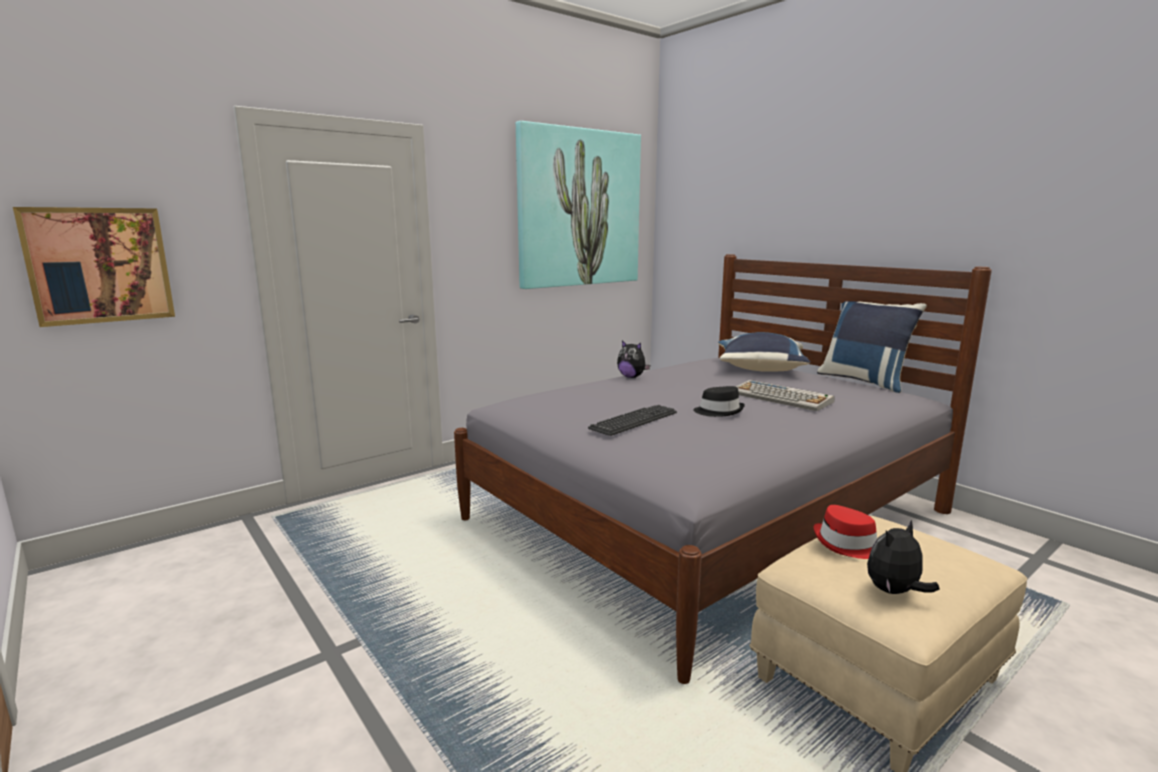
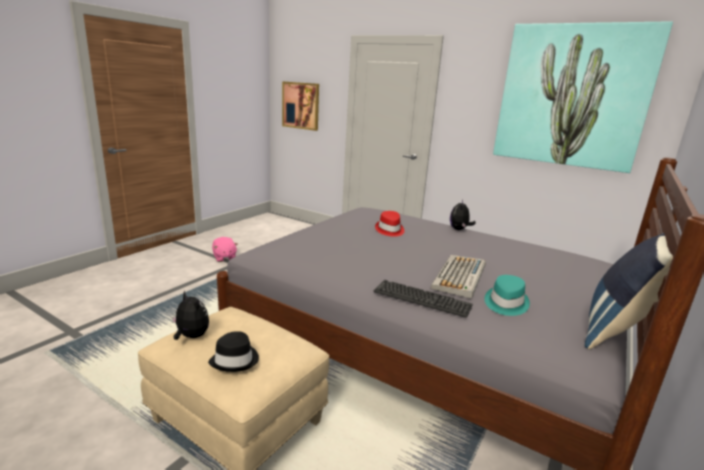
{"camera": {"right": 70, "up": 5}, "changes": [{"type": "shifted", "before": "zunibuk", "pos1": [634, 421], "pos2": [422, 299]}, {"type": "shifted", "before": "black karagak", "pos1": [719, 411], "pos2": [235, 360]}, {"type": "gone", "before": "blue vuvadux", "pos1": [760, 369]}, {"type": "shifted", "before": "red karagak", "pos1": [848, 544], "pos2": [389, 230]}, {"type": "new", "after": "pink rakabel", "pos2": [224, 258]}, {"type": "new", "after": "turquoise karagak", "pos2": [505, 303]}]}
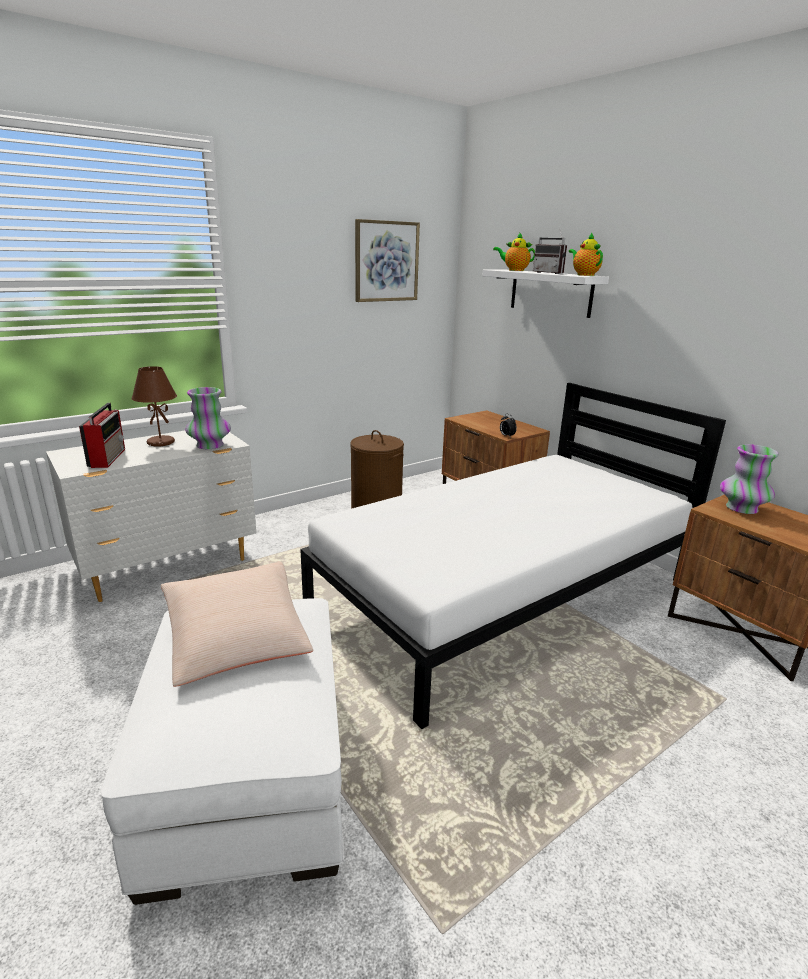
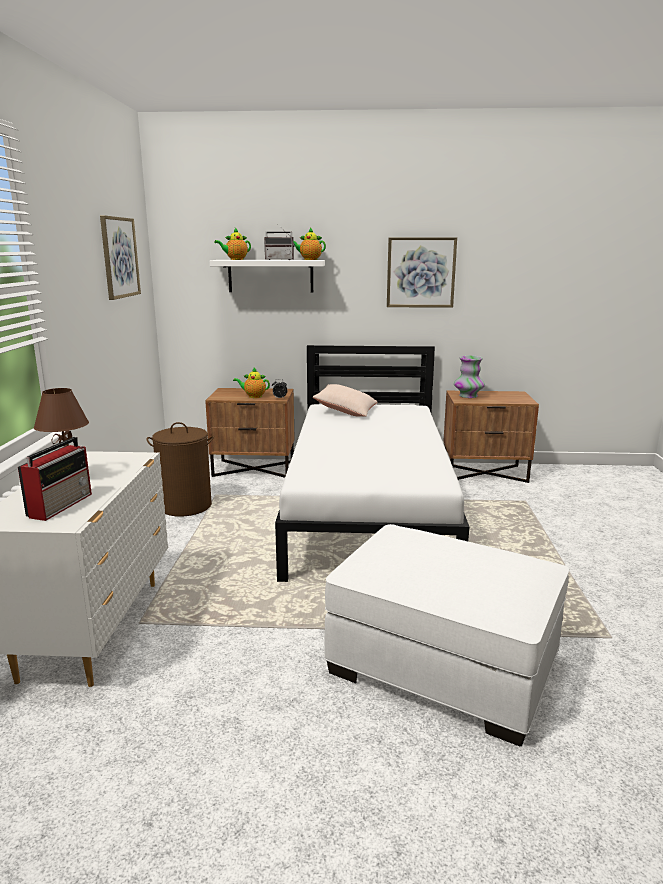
{"camera": {"right": -50, "up": -5}, "changes": [{"type": "rotated", "before": "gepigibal", "pos1": [108, 457], "pos2": [61, 505], "turn": 75}, {"type": "shifted", "before": "beige vuvadux", "pos1": [236, 638], "pos2": [346, 411]}, {"type": "gone", "before": "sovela", "pos1": [210, 445]}, {"type": "new", "after": "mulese", "pos2": [253, 396]}, {"type": "new", "after": "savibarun", "pos2": [421, 272]}]}
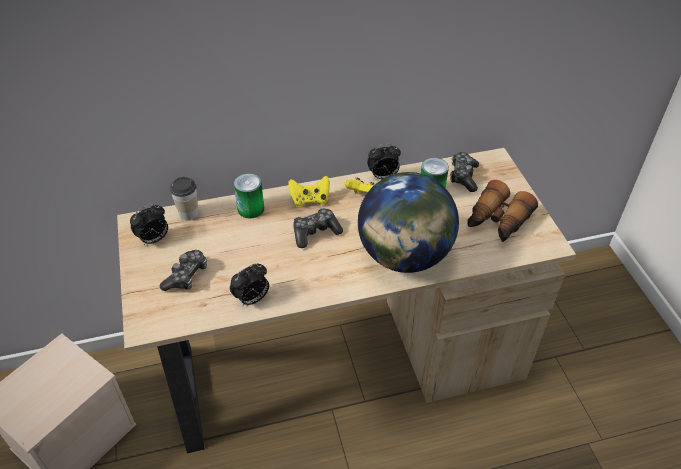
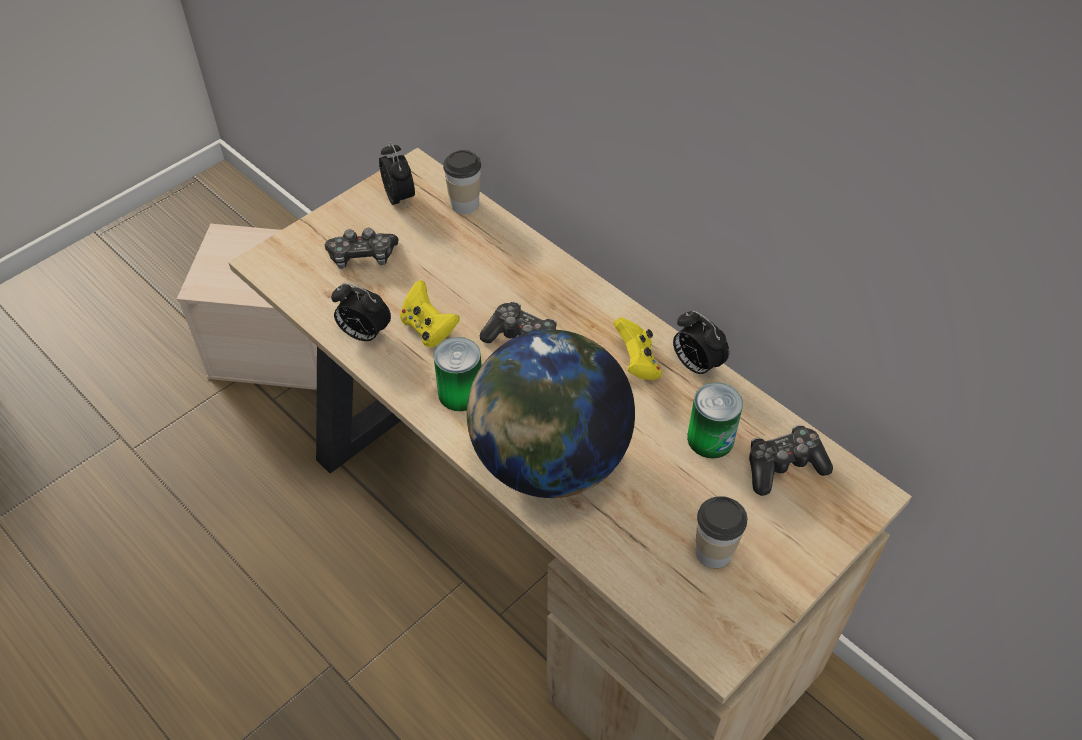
{"camera": {"right": 60, "up": 5}, "changes": [{"type": "rotated", "before": "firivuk", "pos1": [153, 239], "pos2": [400, 198], "turn": -135}, {"type": "shifted", "before": "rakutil", "pos1": [251, 209], "pos2": [460, 393]}, {"type": "shifted", "before": "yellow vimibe", "pos1": [310, 200], "pos2": [428, 328]}, {"type": "swapped", "before": "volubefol", "after": "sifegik", "pos1": [497, 221], "pos2": [713, 552]}]}
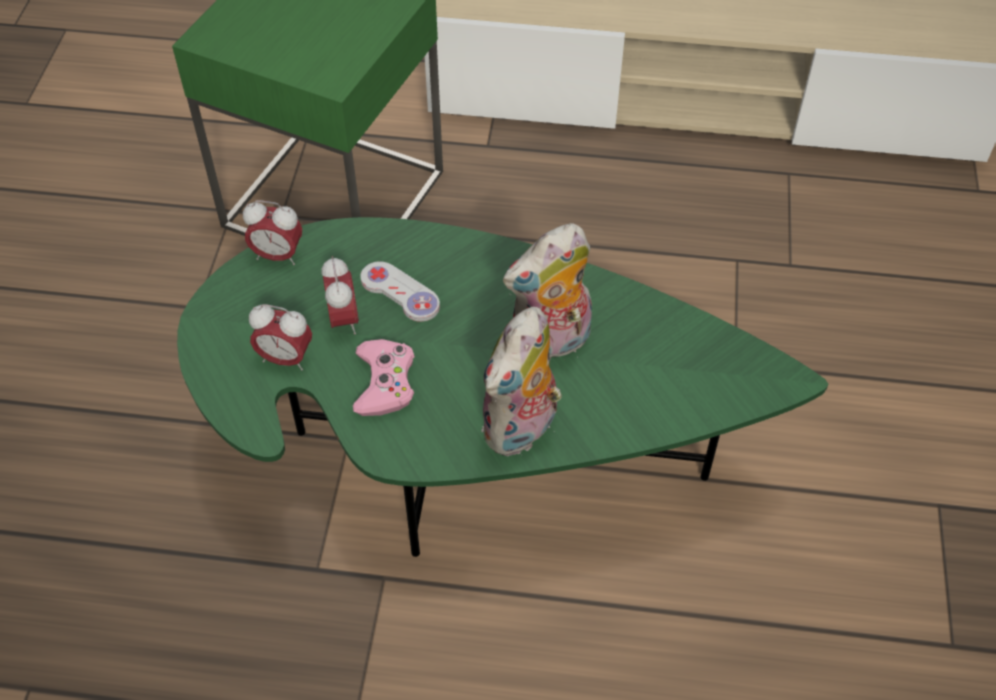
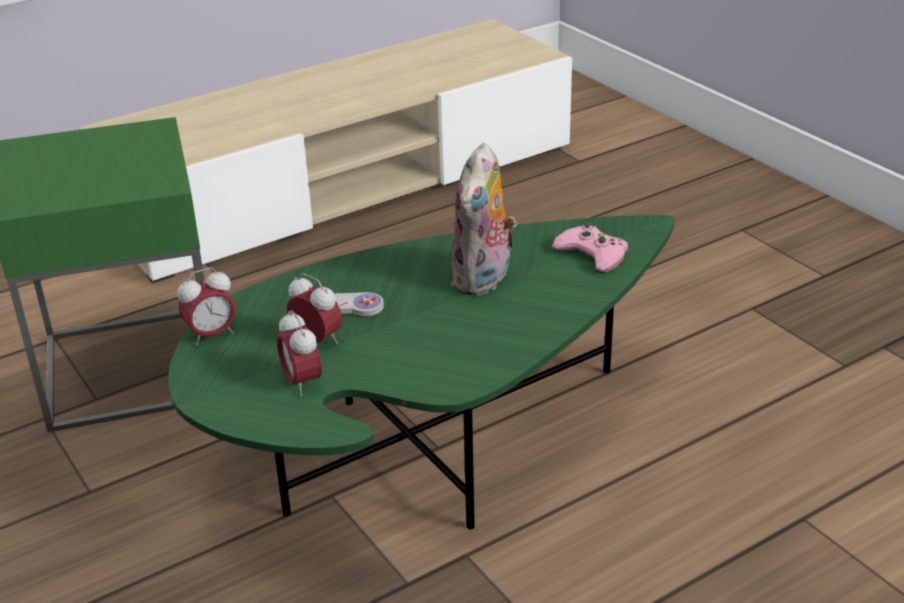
{"camera": {"right": -40, "up": -20}, "changes": [{"type": "rotated", "before": "firivuk", "pos1": [285, 359], "pos2": [302, 382], "turn": 90}, {"type": "shifted", "before": "pink vimibe", "pos1": [385, 382], "pos2": [592, 254]}, {"type": "gone", "before": "rakabel", "pos1": [522, 429]}]}
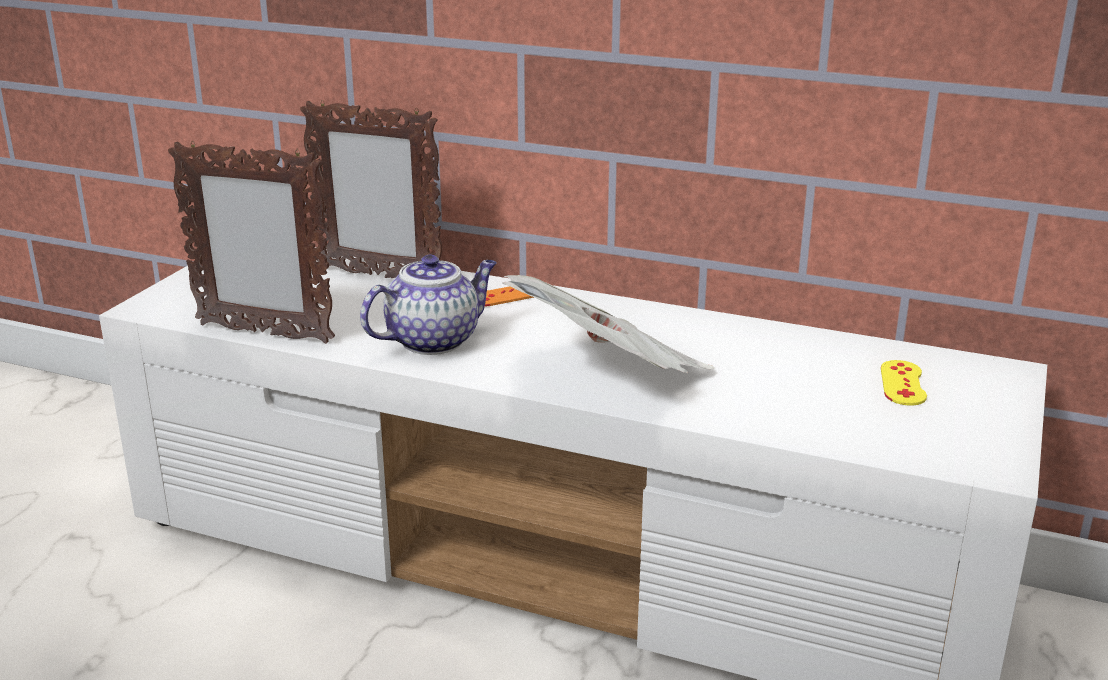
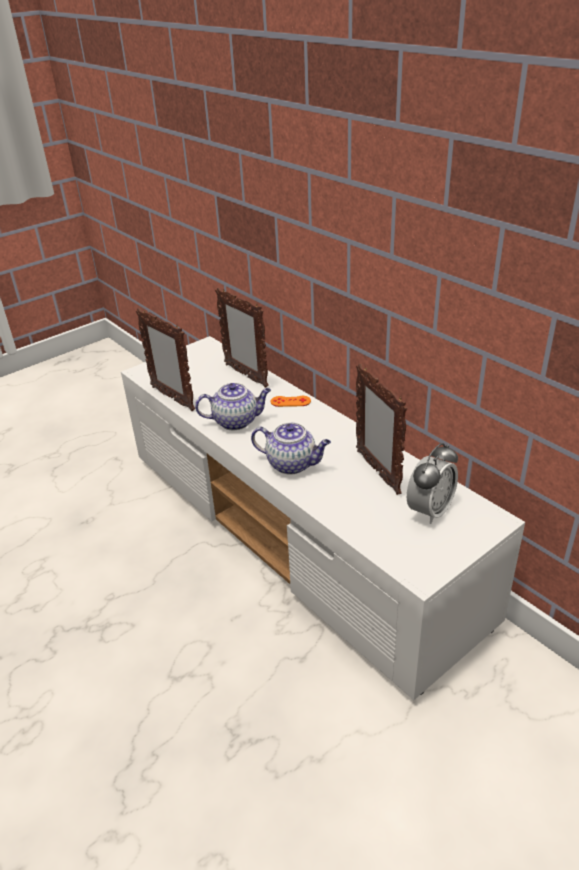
{"camera": {"right": 30, "up": 10}, "changes": [{"type": "swapped", "before": "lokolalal", "after": "mulese", "pos1": [609, 376], "pos2": [292, 464]}, {"type": "swapped", "before": "yellow vimibe", "after": "firivuk", "pos1": [903, 383], "pos2": [430, 510]}, {"type": "new", "after": "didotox", "pos2": [377, 472]}]}
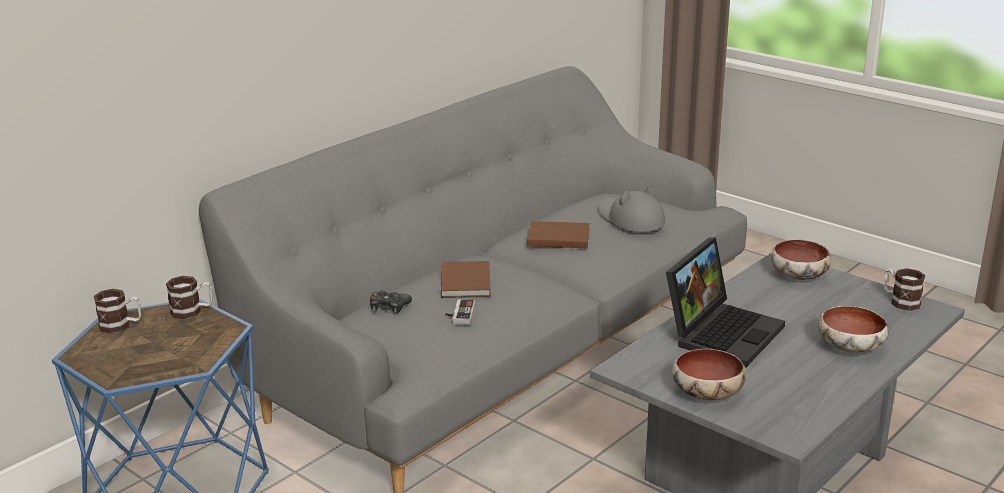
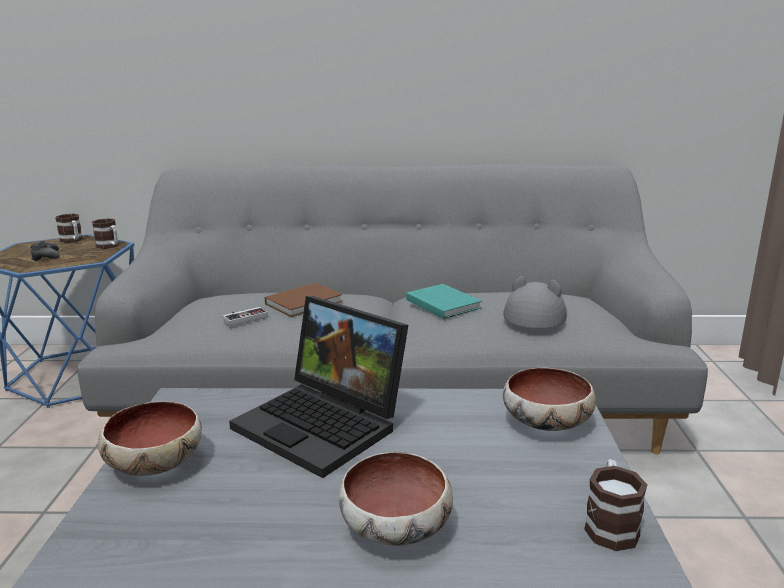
{"camera": {"right": 50, "up": -5}, "changes": [{"type": "shifted", "before": "black vimibe", "pos1": [389, 306], "pos2": [46, 257]}, {"type": "repainted", "before": "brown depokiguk", "after": "turquoise depokiguk", "pos1": [557, 237], "pos2": [442, 303]}, {"type": "rotated", "before": "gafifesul", "pos1": [722, 332], "pos2": [325, 424], "turn": 45}]}
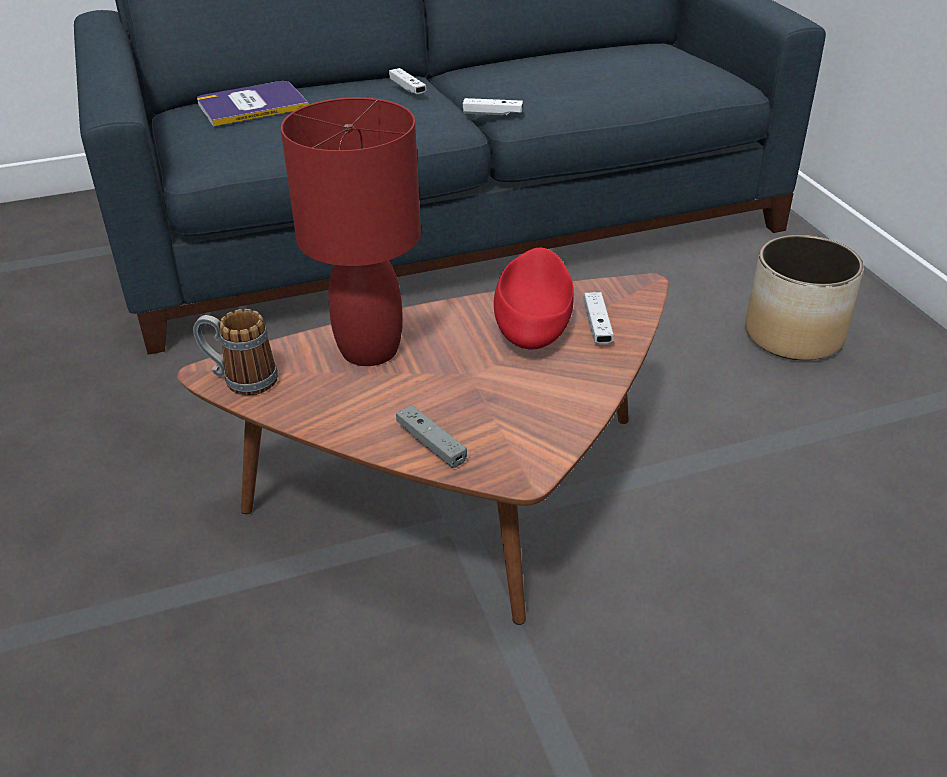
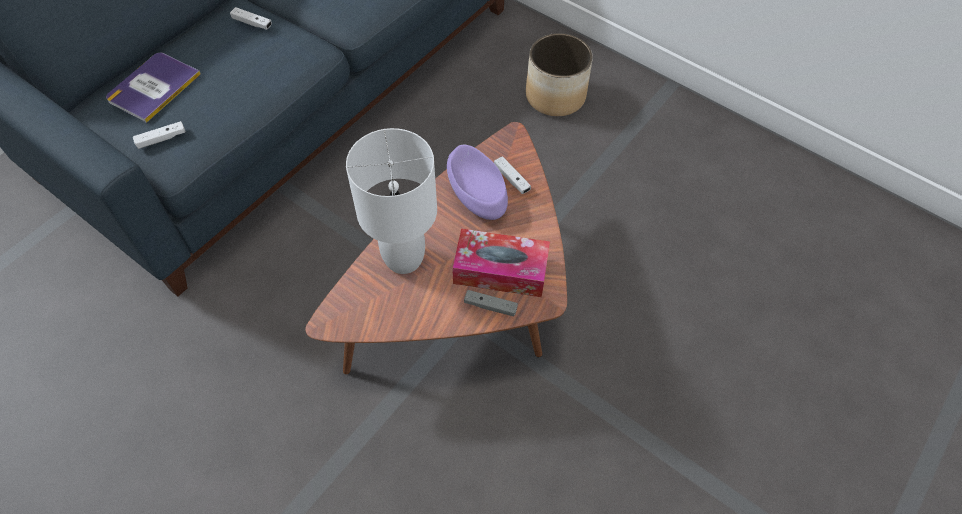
{"camera": {"right": -35, "up": 20}, "changes": [{"type": "gone", "before": "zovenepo", "pos1": [240, 379]}, {"type": "repainted", "before": "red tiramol", "after": "white tiramol", "pos1": [369, 349], "pos2": [403, 258]}, {"type": "shifted", "before": "white vimibe", "pos1": [492, 113], "pos2": [161, 139]}, {"type": "repainted", "before": "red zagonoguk", "after": "purple zagonoguk", "pos1": [532, 322], "pos2": [476, 193]}, {"type": "new", "after": "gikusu", "pos2": [500, 270]}]}
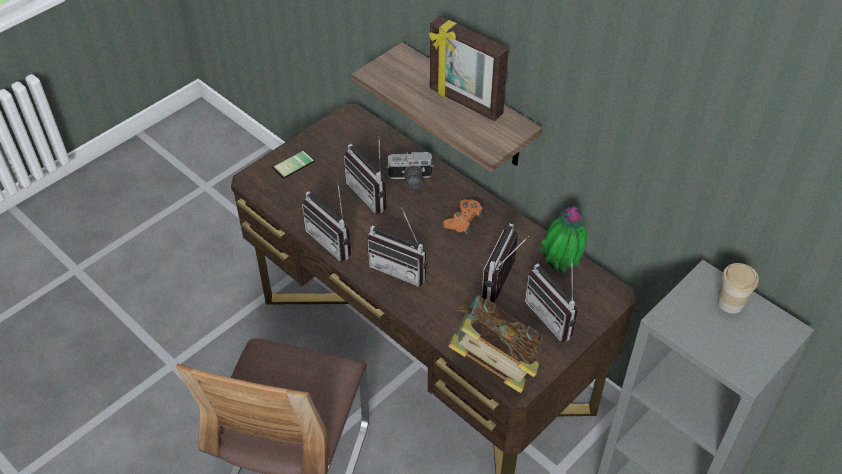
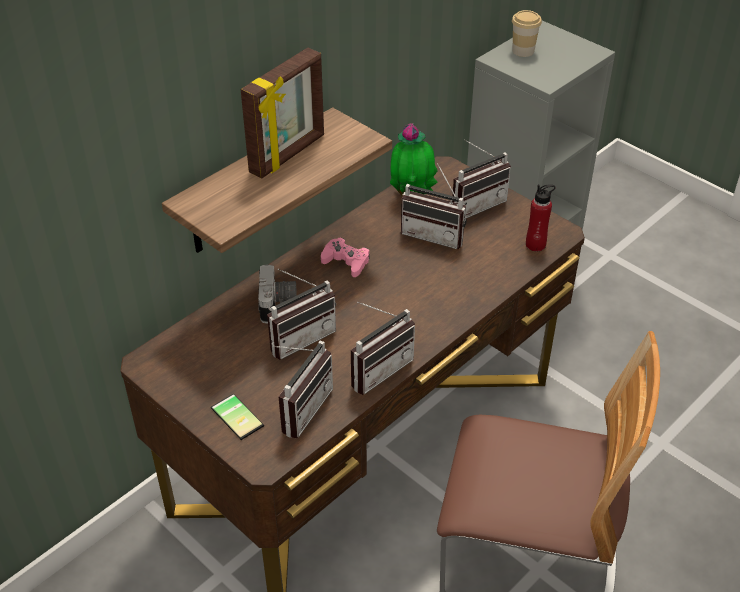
{"camera": {"right": -90, "up": -5}, "changes": [{"type": "shifted", "before": "gepigibal", "pos1": [401, 268], "pos2": [300, 407]}, {"type": "repainted", "before": "orange vimibe", "after": "pink vimibe", "pos1": [463, 220], "pos2": [346, 261]}, {"type": "swapped", "before": "depokiguk", "after": "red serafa", "pos1": [494, 362], "pos2": [535, 245]}]}
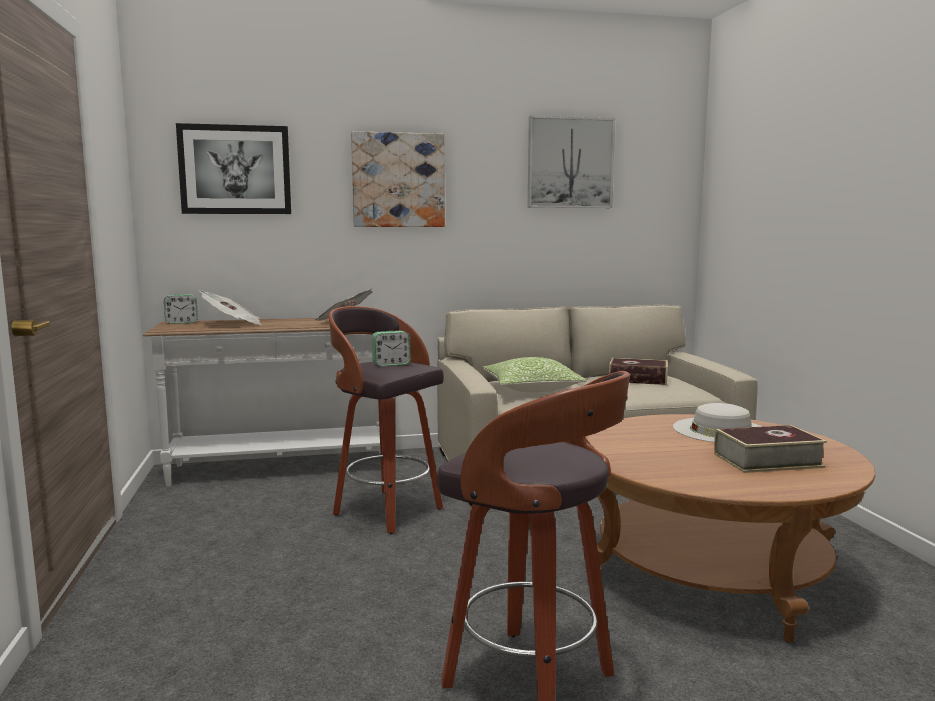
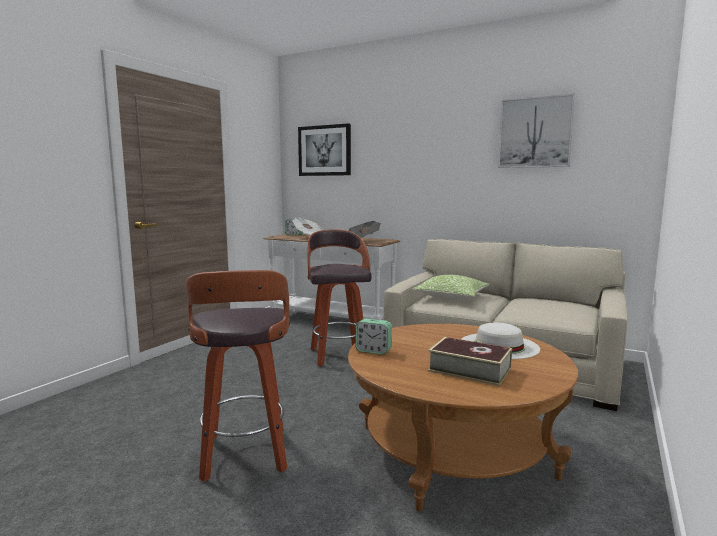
{"camera": {"right": 40, "up": 0}, "changes": [{"type": "gone", "before": "savibarun", "pos1": [398, 180]}, {"type": "shifted", "before": "firivuk", "pos1": [391, 364], "pos2": [373, 351]}, {"type": "gone", "before": "depokiguk", "pos1": [638, 379]}]}
